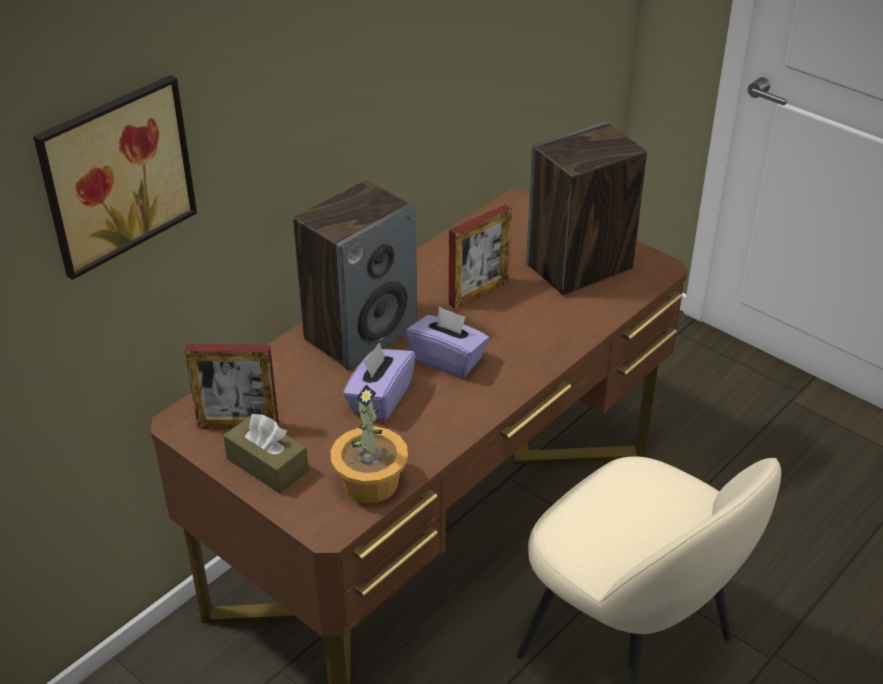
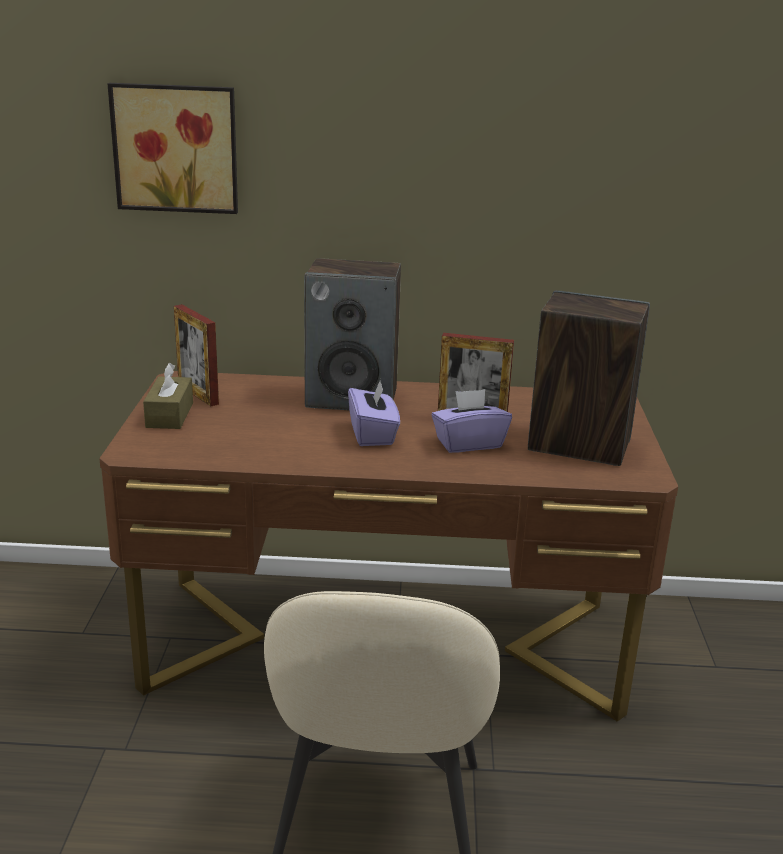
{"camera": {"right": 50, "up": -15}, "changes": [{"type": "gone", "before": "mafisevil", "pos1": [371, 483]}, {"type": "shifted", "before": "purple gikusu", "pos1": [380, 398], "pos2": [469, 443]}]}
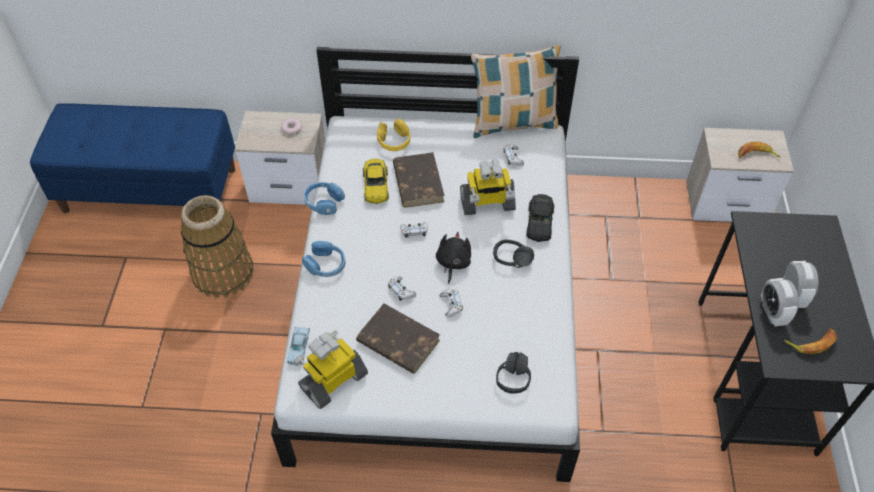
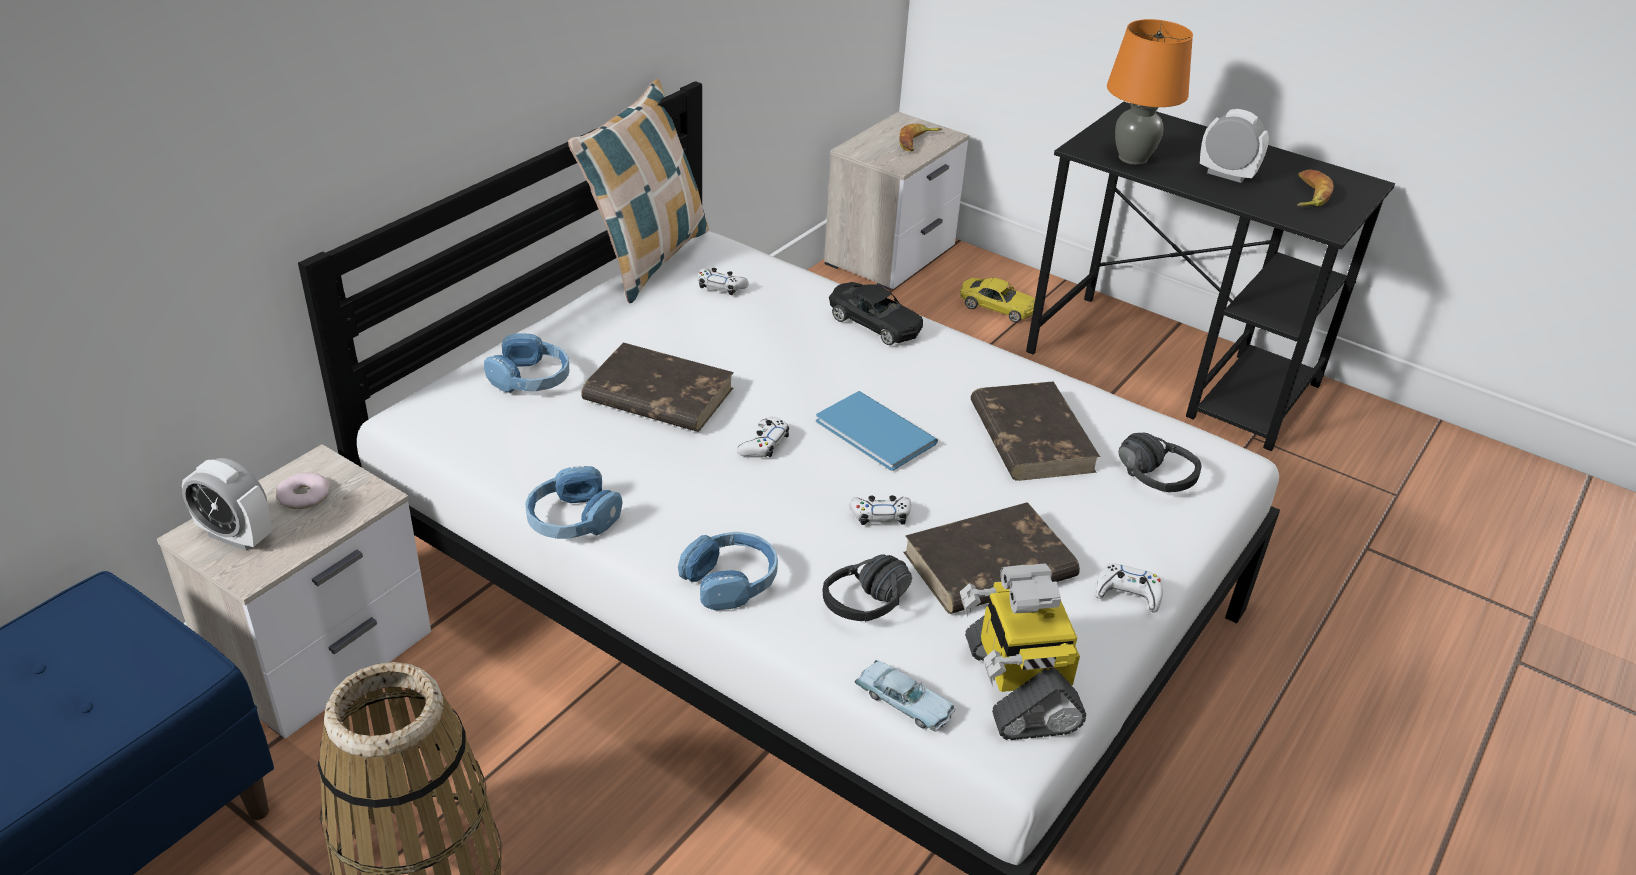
{"camera": {"right": -60, "up": -15}, "changes": [{"type": "shifted", "before": "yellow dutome", "pos1": [376, 186], "pos2": [996, 307]}, {"type": "repainted", "before": "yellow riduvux", "after": "blue riduvux", "pos1": [394, 141], "pos2": [530, 379]}, {"type": "swapped", "before": "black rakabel", "after": "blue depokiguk", "pos1": [453, 263], "pos2": [875, 435]}, {"type": "shifted", "before": "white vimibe", "pos1": [451, 304], "pos2": [1127, 594]}, {"type": "gone", "before": "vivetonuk", "pos1": [487, 203]}, {"type": "shifted", "before": "black riduvux", "pos1": [511, 263], "pos2": [877, 611]}, {"type": "shifted", "before": "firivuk", "pos1": [772, 313], "pos2": [236, 536]}, {"type": "new", "after": "brown depokiguk", "pos2": [1030, 436]}, {"type": "new", "after": "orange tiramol", "pos2": [1132, 158]}]}
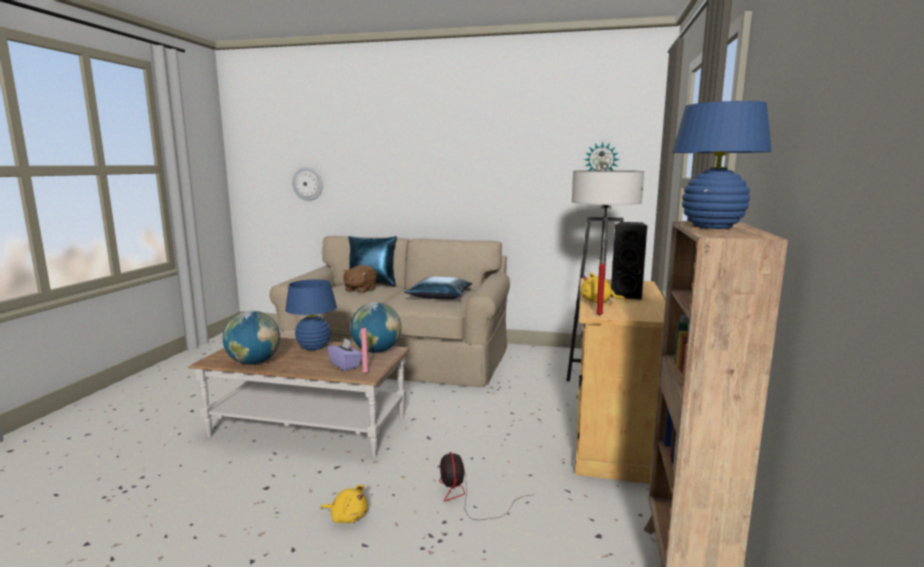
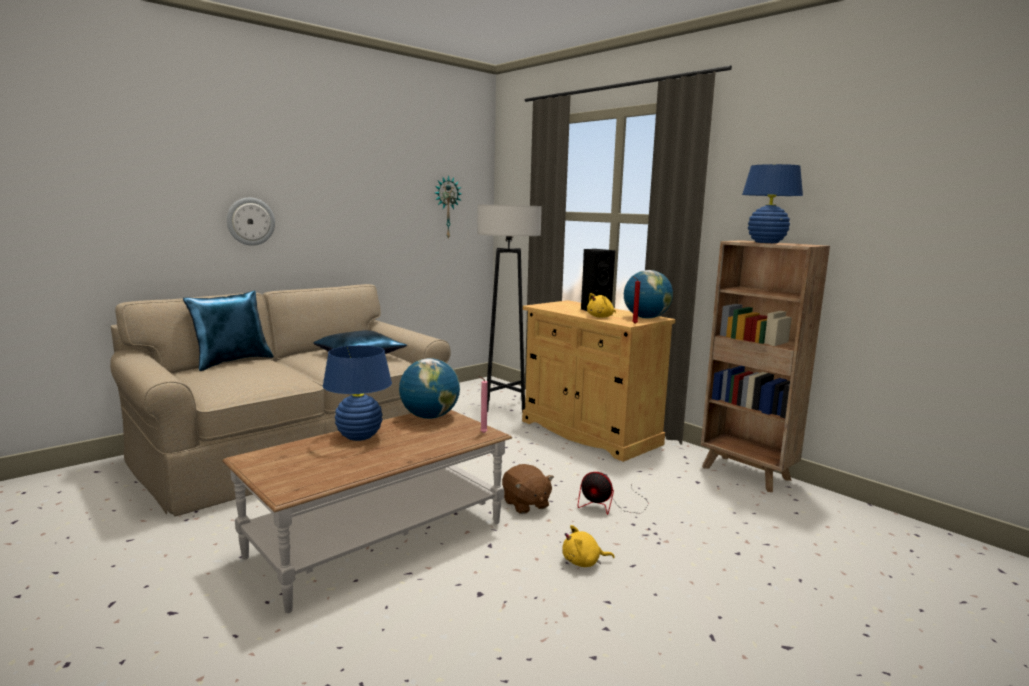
{"camera": {"right": -55, "up": 0}, "changes": [{"type": "shifted", "before": "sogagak", "pos1": [254, 362], "pos2": [646, 318]}, {"type": "shifted", "before": "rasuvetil", "pos1": [308, 184], "pos2": [250, 221]}, {"type": "rotated", "before": "yellow rakabel", "pos1": [347, 517], "pos2": [583, 562], "turn": -150}, {"type": "gone", "before": "purple gikusu", "pos1": [345, 365]}, {"type": "shifted", "before": "brown rakabel", "pos1": [360, 290], "pos2": [525, 504]}]}
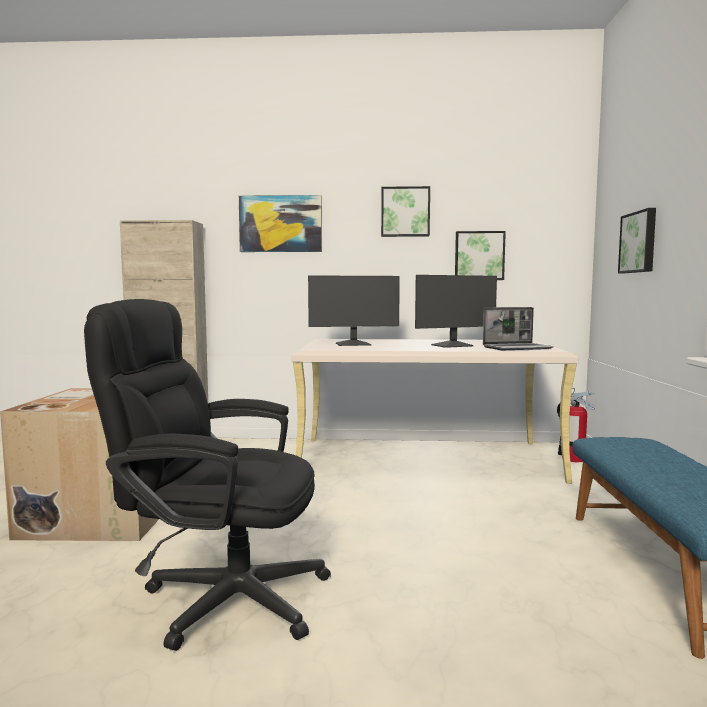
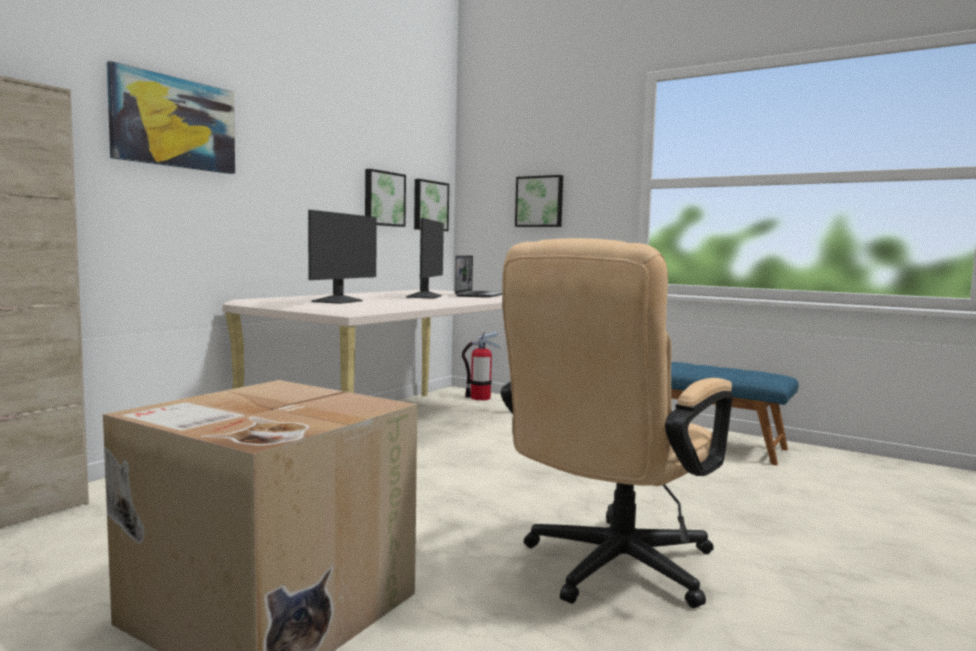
{"camera": {"right": -60, "up": 0}, "changes": [{"type": "repainted", "before": "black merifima", "after": "beige merifima", "pos1": [219, 596], "pos2": [609, 570]}, {"type": "shifted", "before": "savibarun", "pos1": [405, 212], "pos2": [429, 206]}]}
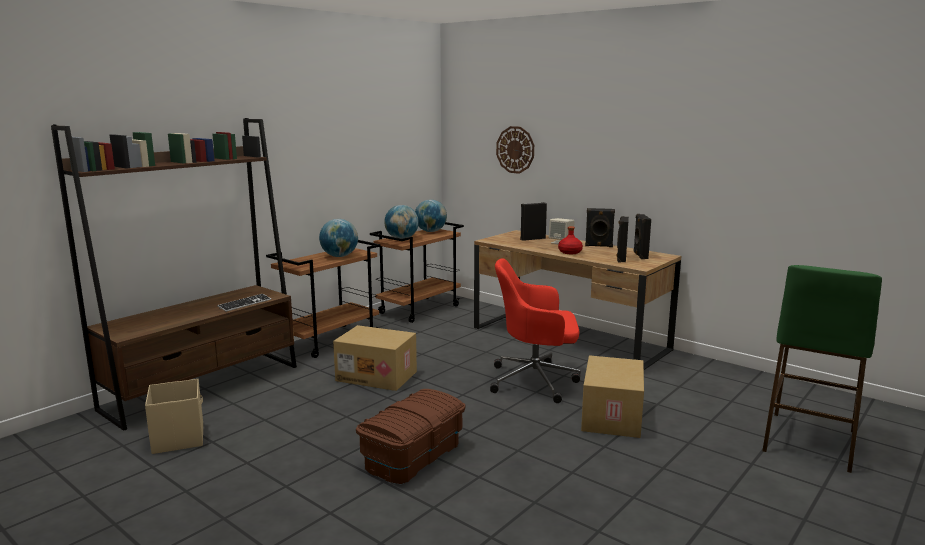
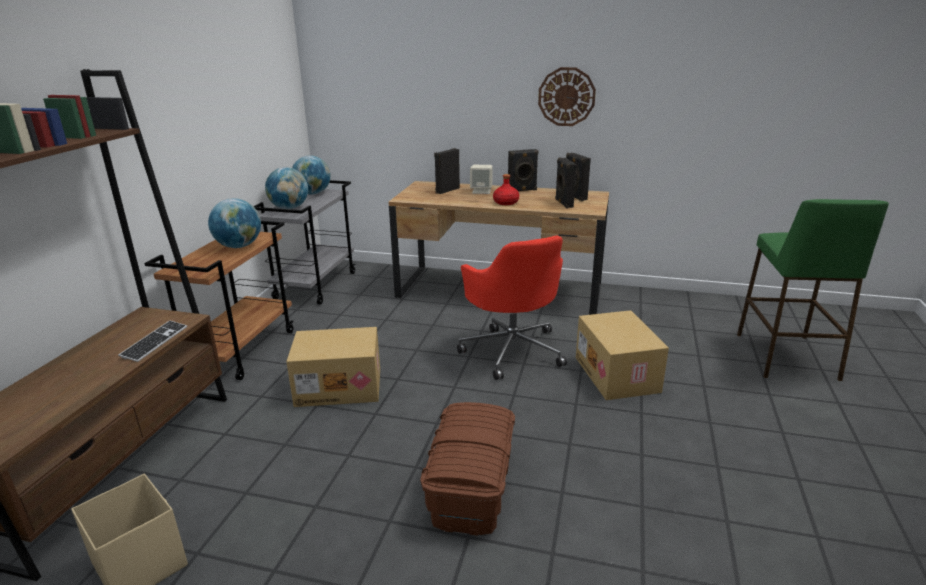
{"camera": {"right": -25, "up": 10}, "changes": [{"type": "repainted", "before": "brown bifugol", "after": "grey bifugol", "pos1": [419, 309], "pos2": [315, 285]}, {"type": "rotated", "before": "red merifima", "pos1": [536, 381], "pos2": [512, 350], "turn": -90}, {"type": "shifted", "before": "rasuvetil", "pos1": [515, 149], "pos2": [566, 97]}]}
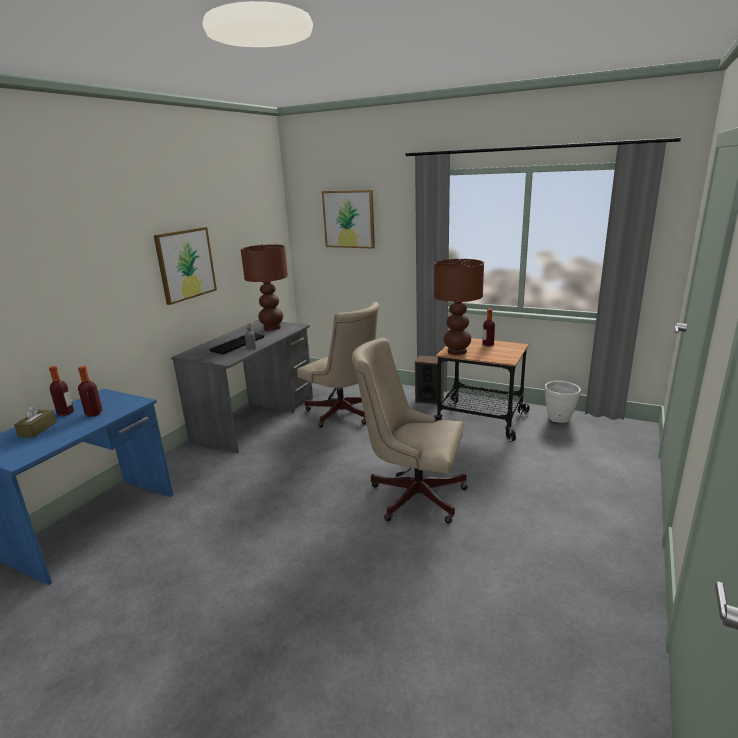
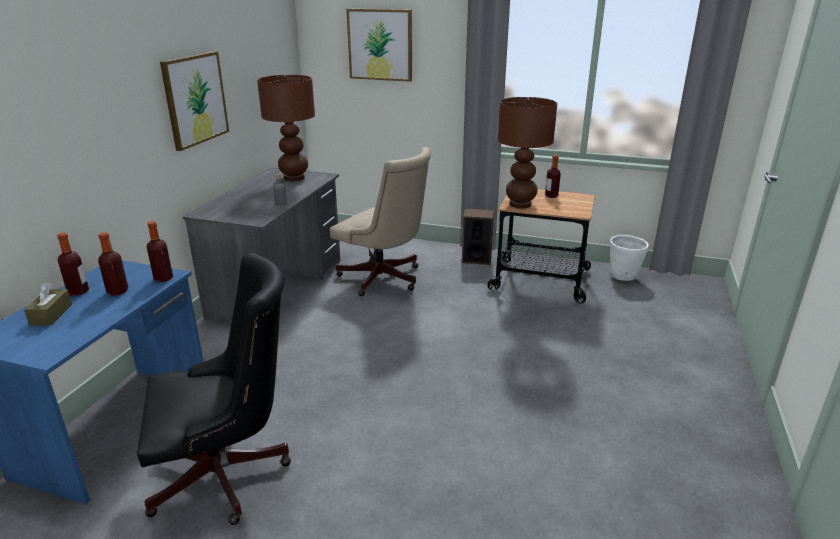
{"camera": {"right": -10, "up": 5}, "changes": [{"type": "gone", "before": "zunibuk", "pos1": [237, 344]}, {"type": "gone", "before": "beige merifima", "pos1": [411, 494]}, {"type": "new", "after": "black merifima", "pos2": [228, 474]}, {"type": "new", "after": "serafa", "pos2": [163, 278]}]}
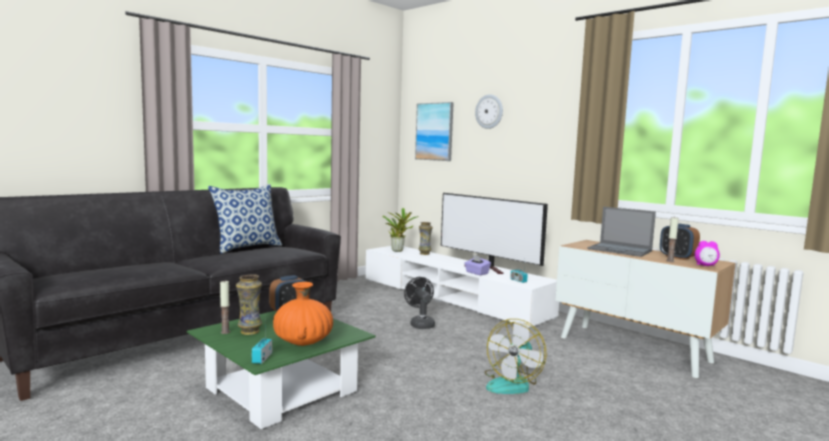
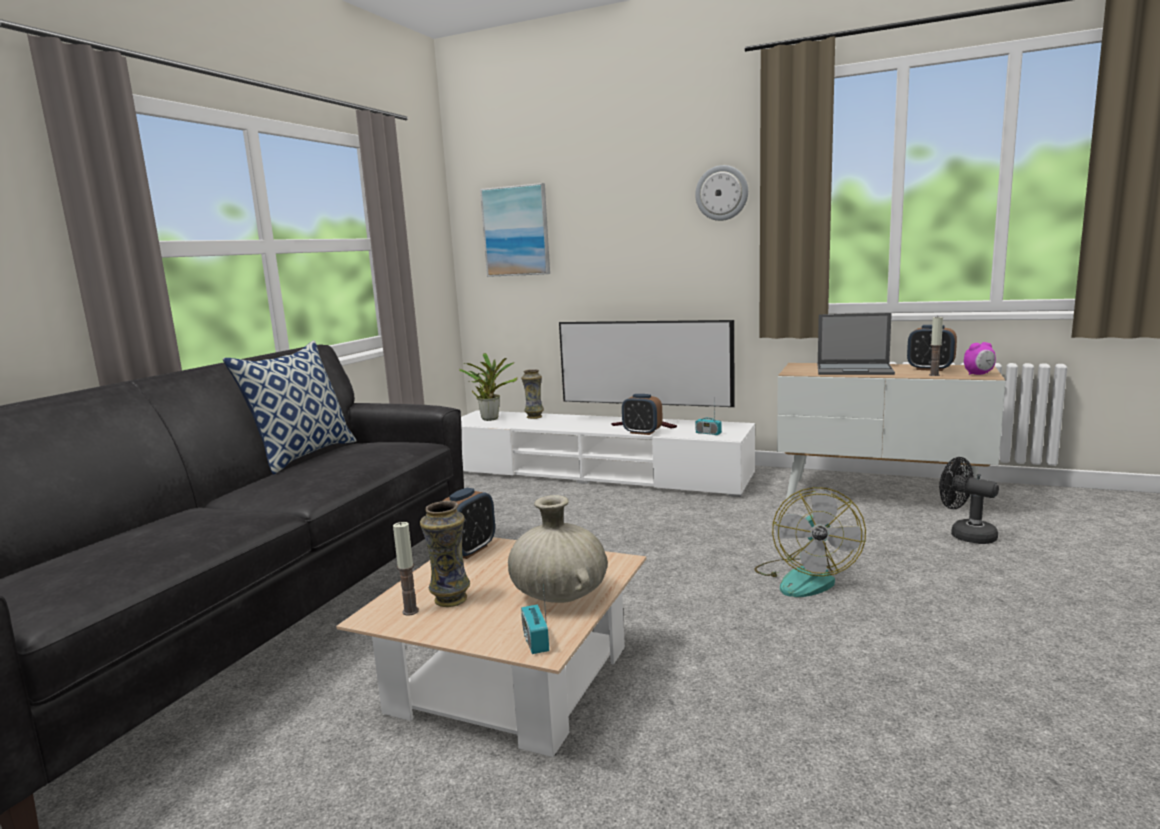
{"camera": {"right": -20, "up": 5}, "changes": [{"type": "repainted", "before": "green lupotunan", "after": "beige lupotunan", "pos1": [281, 390], "pos2": [511, 679]}, {"type": "repainted", "before": "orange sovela", "after": "beige sovela", "pos1": [303, 342], "pos2": [559, 595]}, {"type": "shifted", "before": "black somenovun", "pos1": [420, 324], "pos2": [965, 535]}, {"type": "swapped", "before": "purple gikusu", "after": "firivuk", "pos1": [476, 273], "pos2": [642, 432]}, {"type": "shifted", "before": "rasuvetil", "pos1": [489, 111], "pos2": [721, 193]}]}
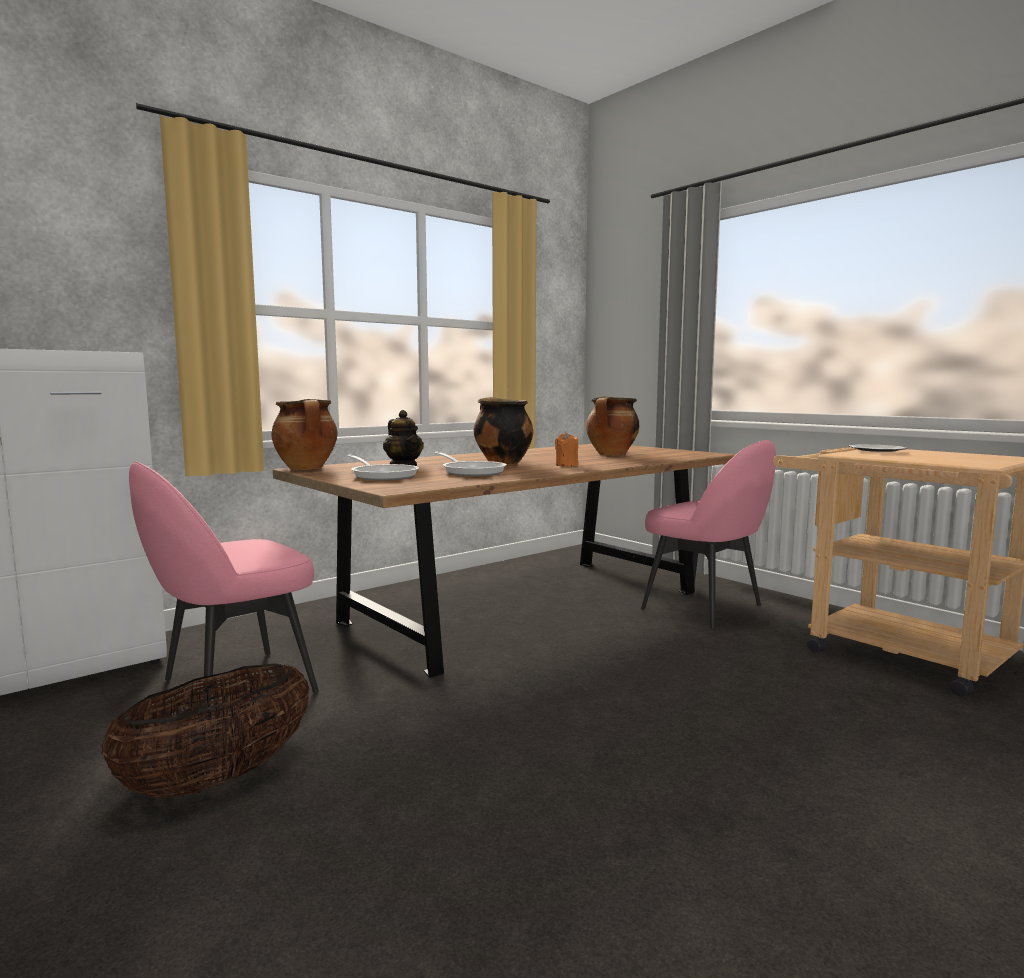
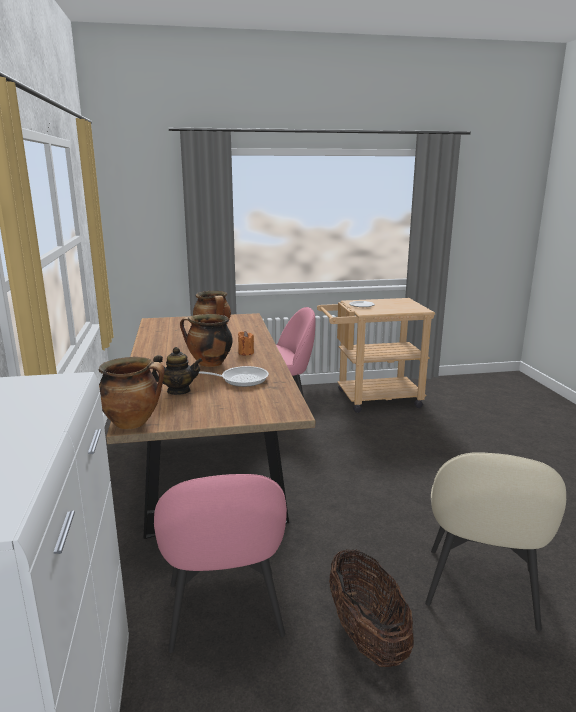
{"camera": {"right": -60, "up": 10}, "changes": [{"type": "gone", "before": "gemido", "pos1": [382, 475]}, {"type": "new", "after": "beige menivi", "pos2": [480, 589]}]}
